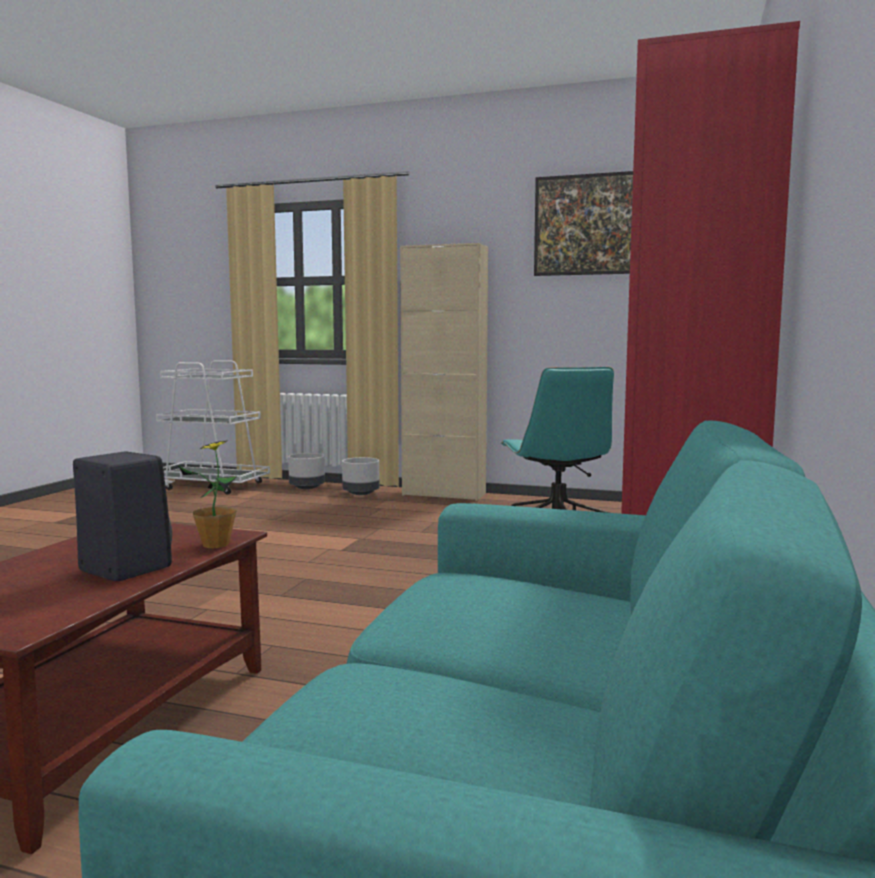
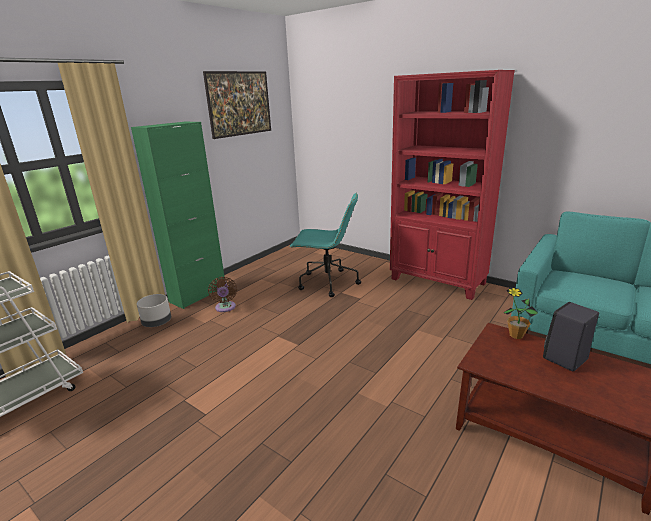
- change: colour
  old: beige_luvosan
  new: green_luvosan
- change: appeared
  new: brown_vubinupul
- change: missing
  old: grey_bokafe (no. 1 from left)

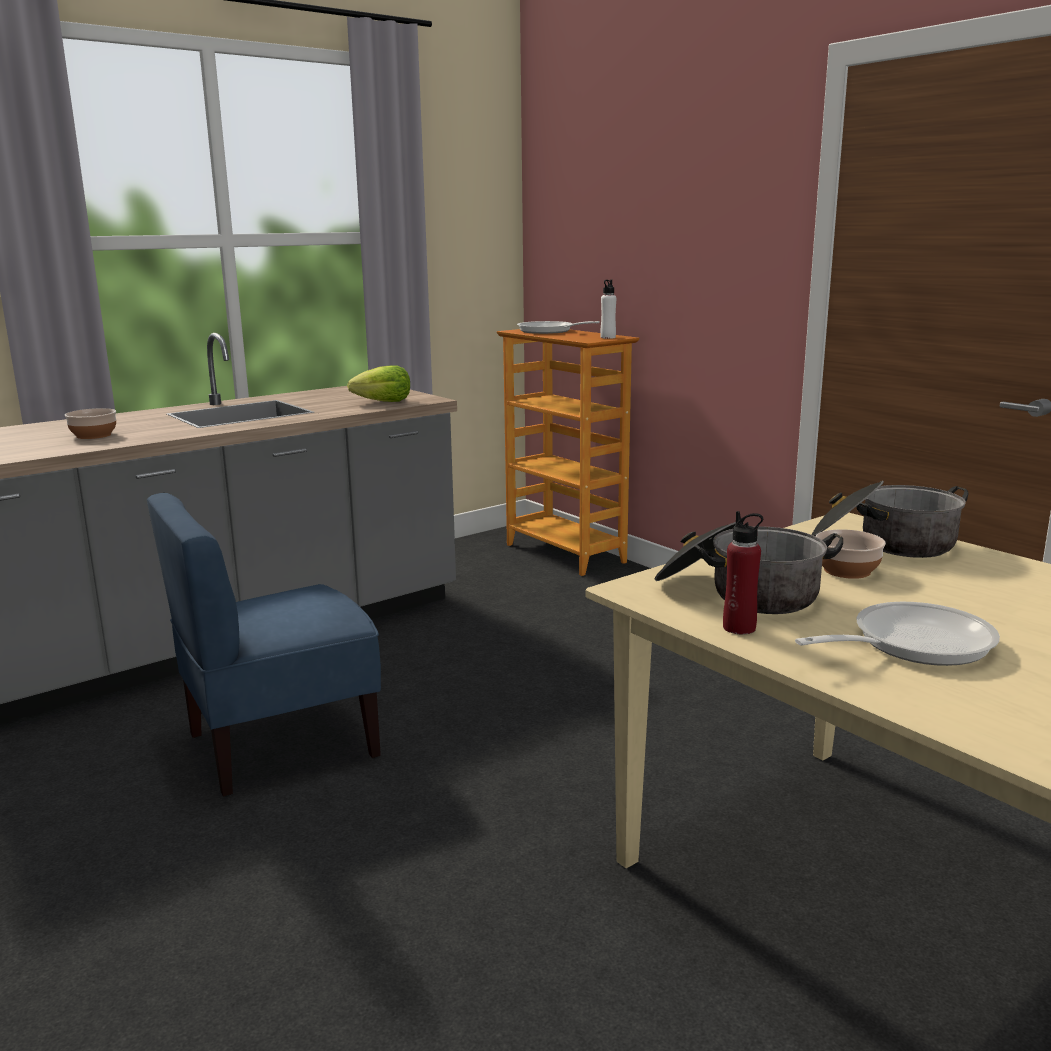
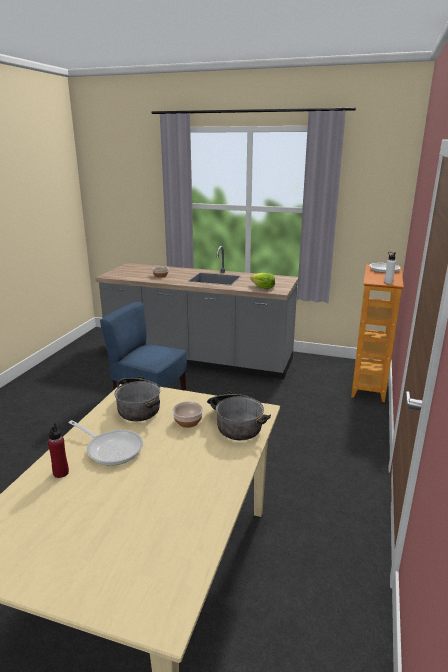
- change: relocated
  old: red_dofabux

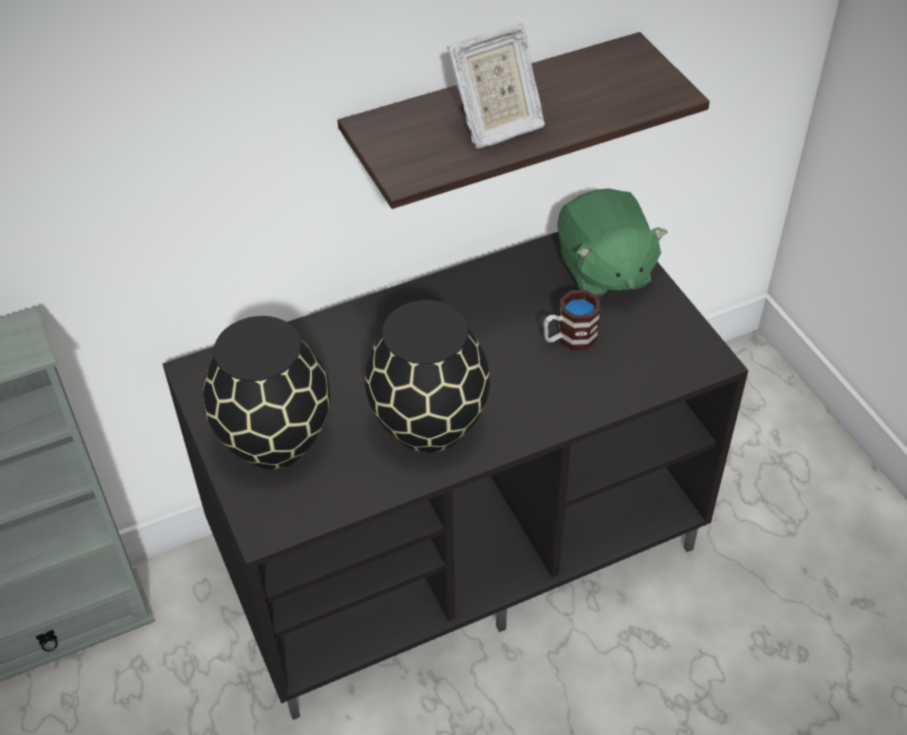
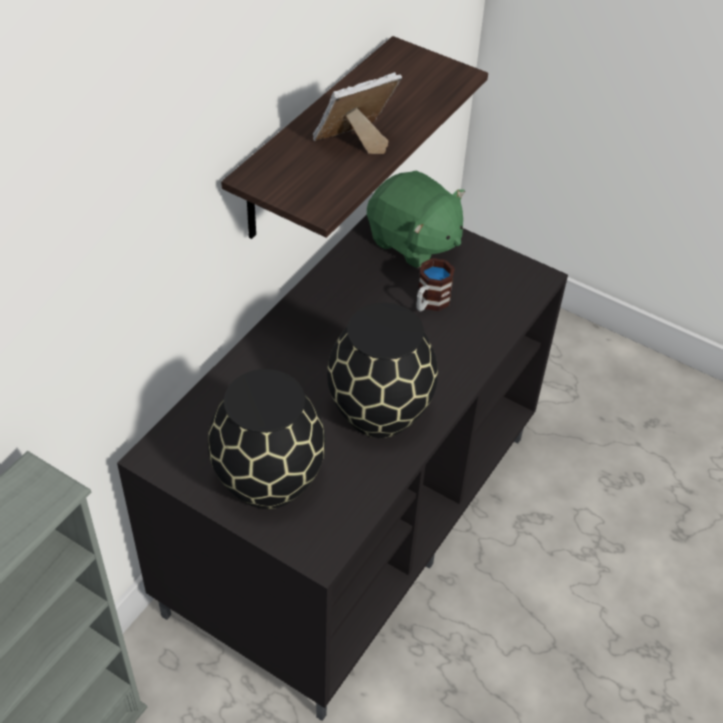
- change: spun
  old: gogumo
  degrees: -150

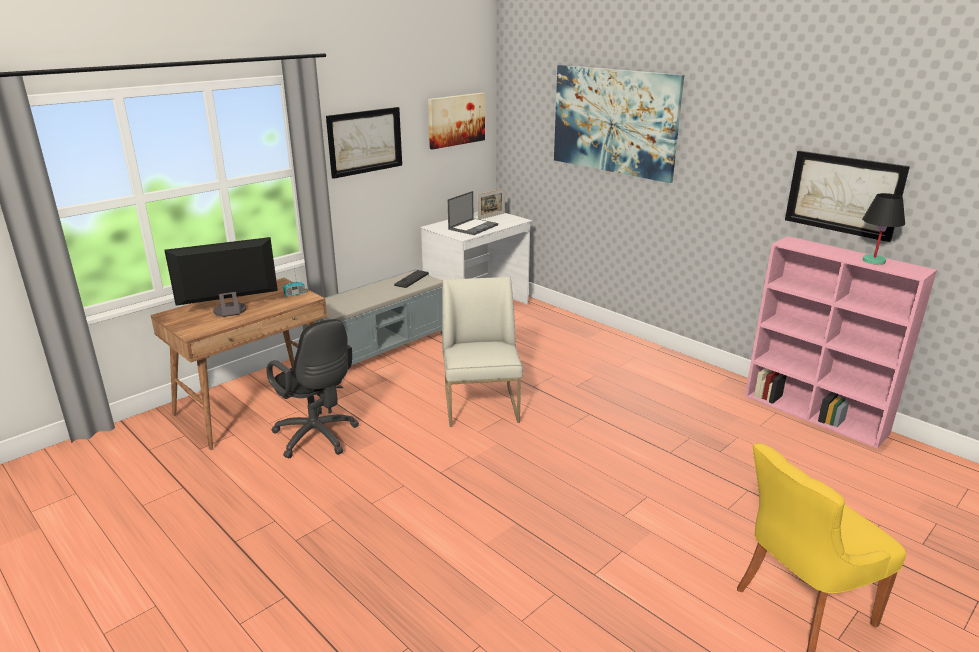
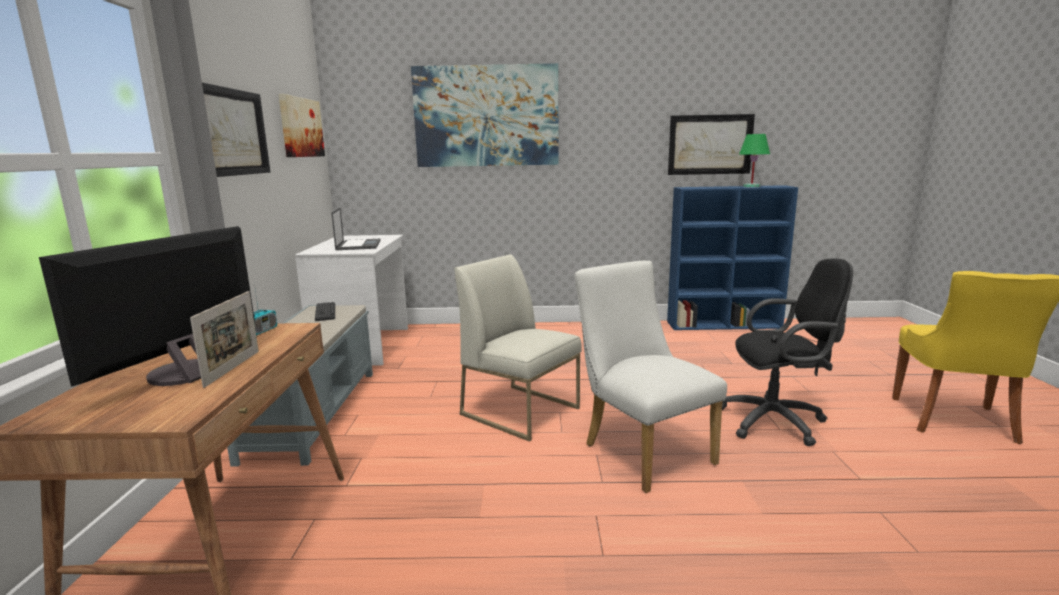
- change: relocated
  old: gogumo
- change: appeared
  new: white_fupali (no. 2 from left)
- change: colour
  old: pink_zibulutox
  new: blue_zibulutox
- change: relocated
  old: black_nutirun
- change: colour
  old: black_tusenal
  new: green_tusenal

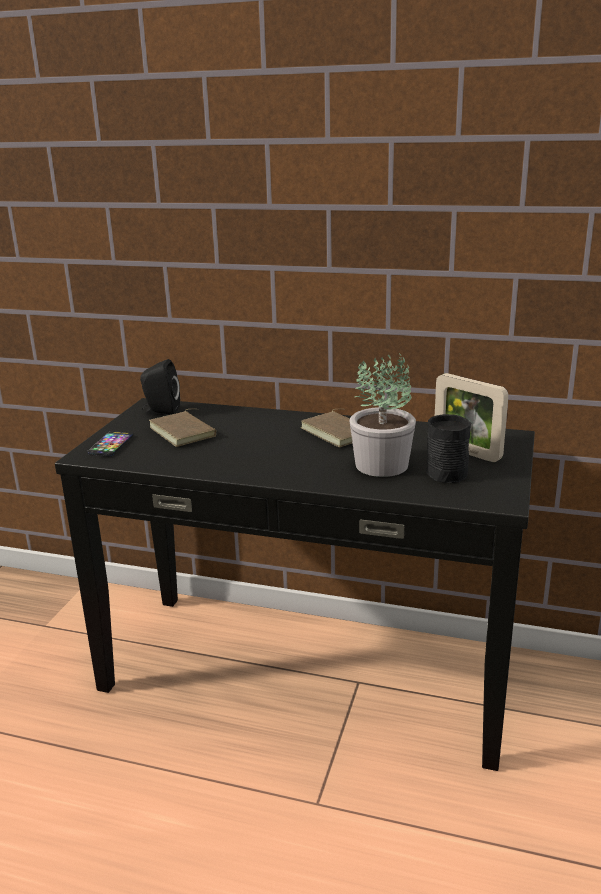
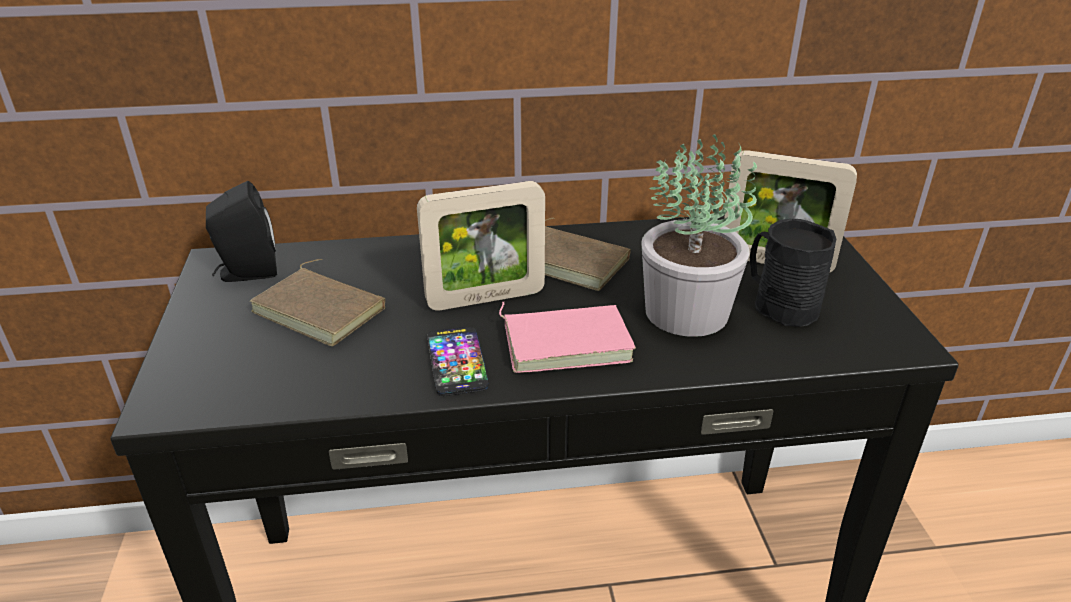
- change: appeared
  new: gogumo (no. 1 from left)
- change: relocated
  old: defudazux
- change: appeared
  new: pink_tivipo

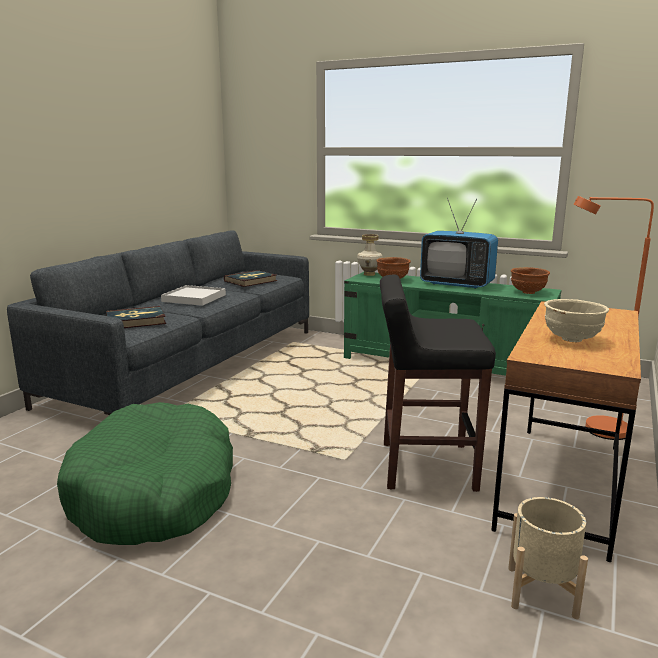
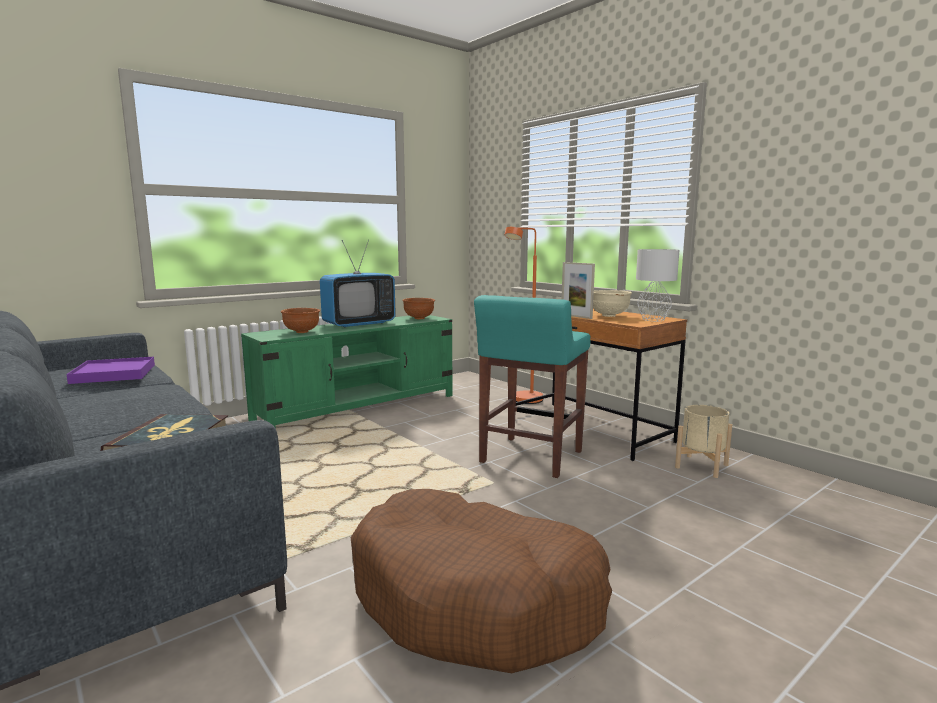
- change: exchanged
  old: tivipo (no. 2 from left)
  new: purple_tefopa
- change: colour
  old: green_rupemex
  new: brown_rupemex
- change: colour
  old: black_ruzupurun
  new: turquoise_ruzupurun
- change: appeared
  new: gogumo
- change: appeared
  new: grey_tusenal
- change: missing
  old: white_tefopa
- change: missing
  old: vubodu

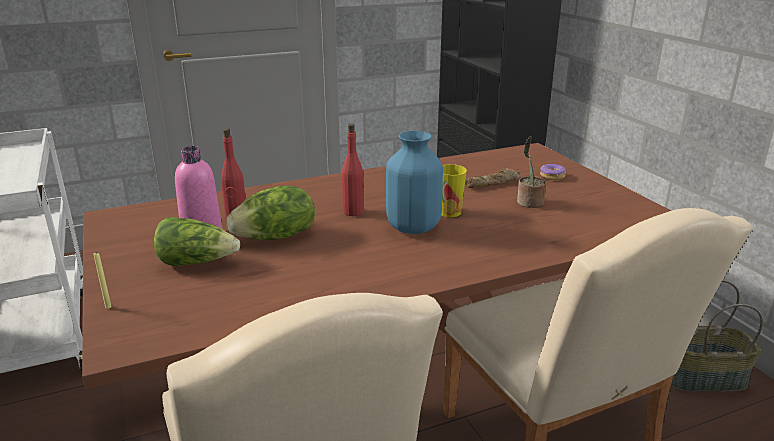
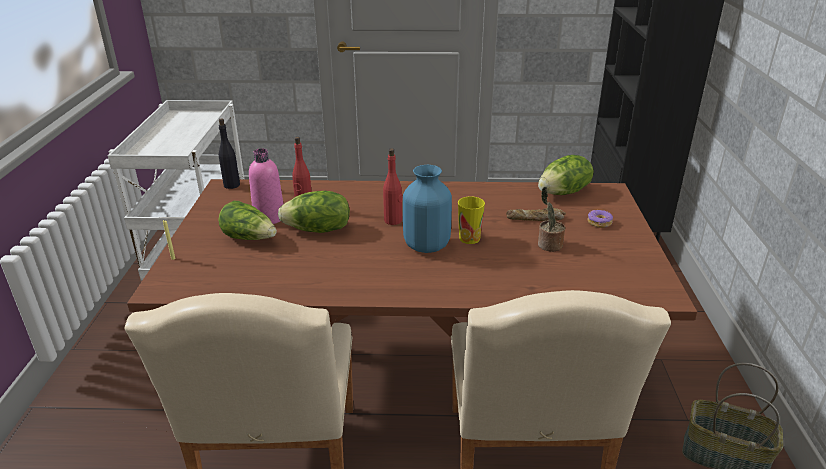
- change: appeared
  new: black_dofabux
- change: appeared
  new: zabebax (no. 3 from left)

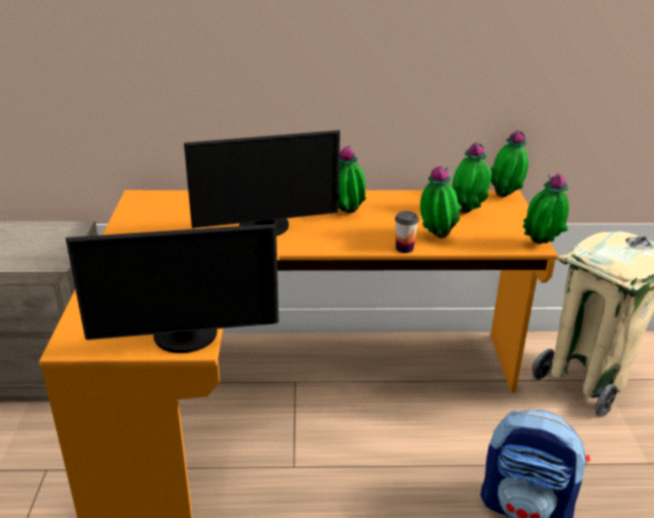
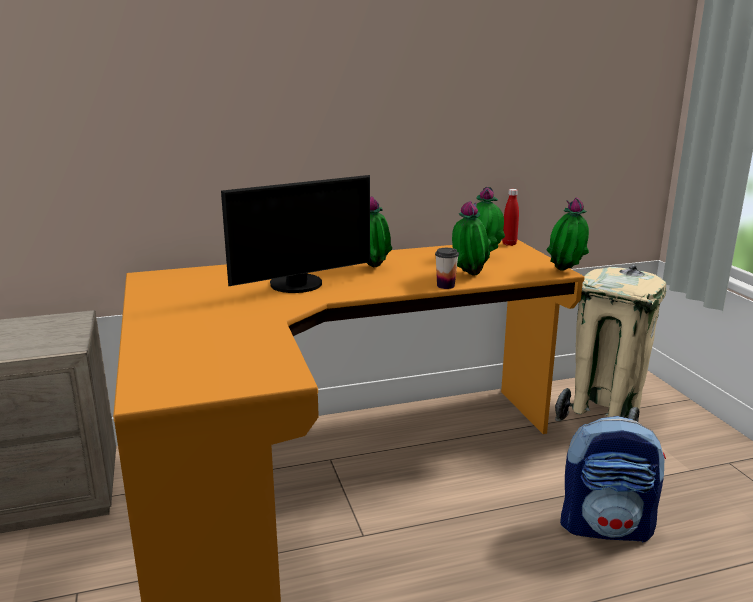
- change: exchanged
  old: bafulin (no. 4 from left)
  new: red_dofabux
- change: missing
  old: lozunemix (no. 1 from left)

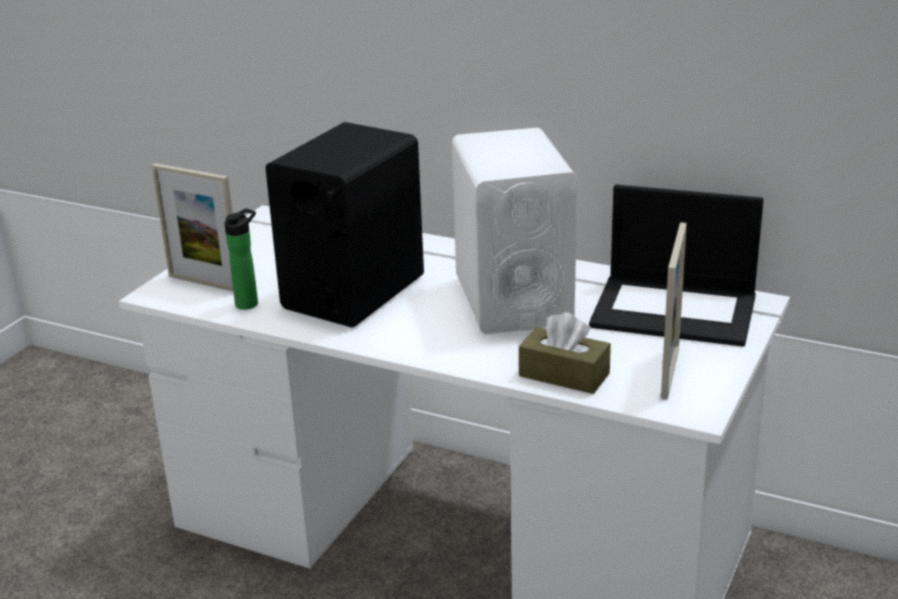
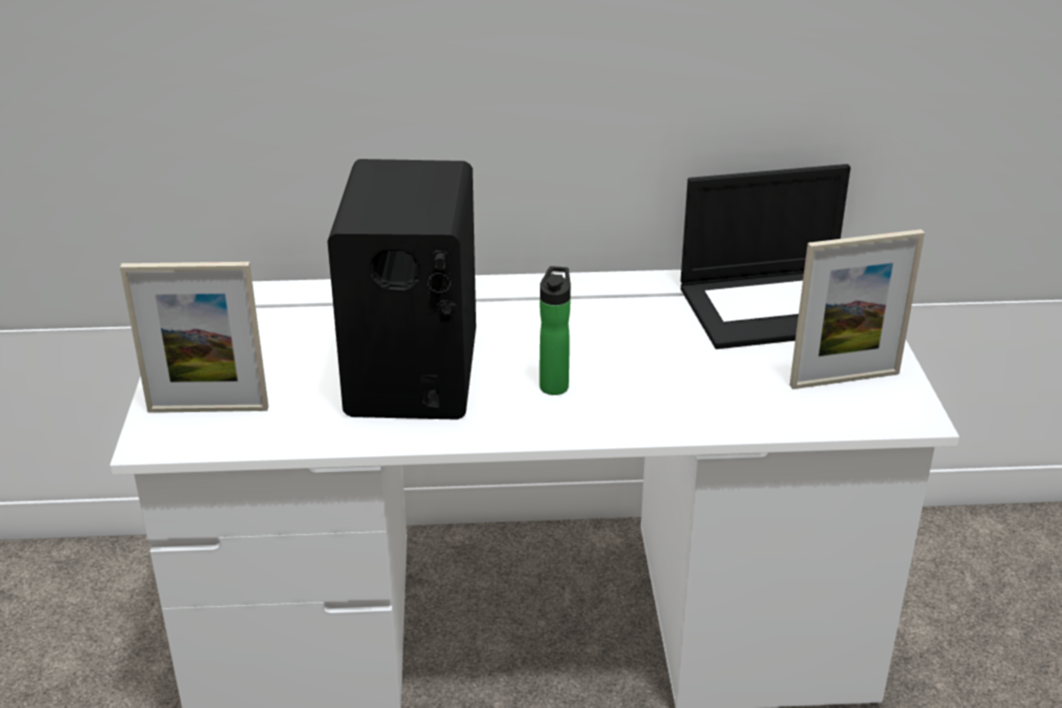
- change: relocated
  old: dofabux
- change: spun
  old: gogumo (no. 2 from left)
  degrees: 90
- change: missing
  old: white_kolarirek
- change: missing
  old: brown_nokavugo

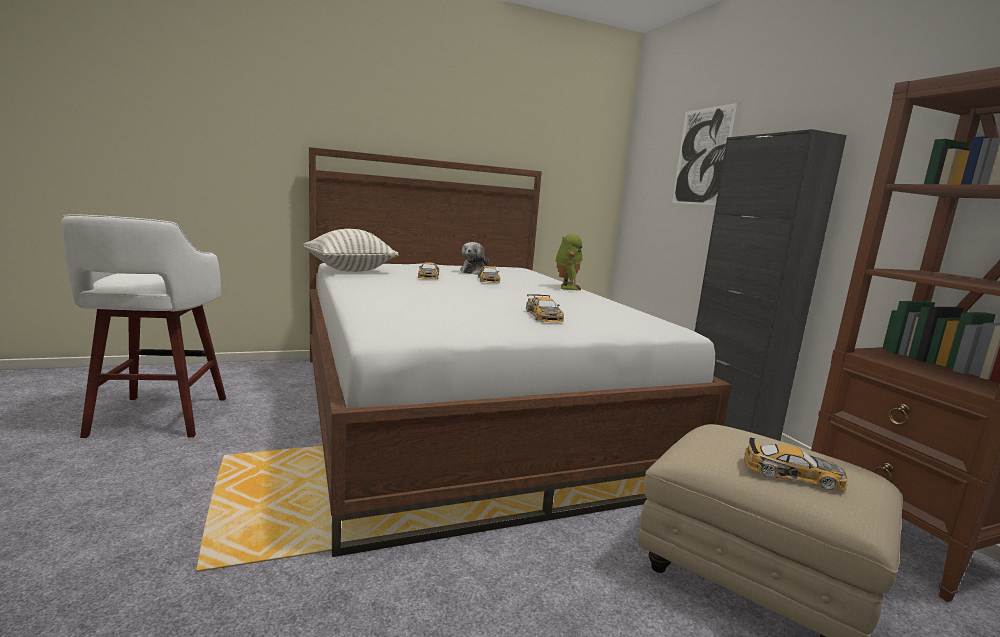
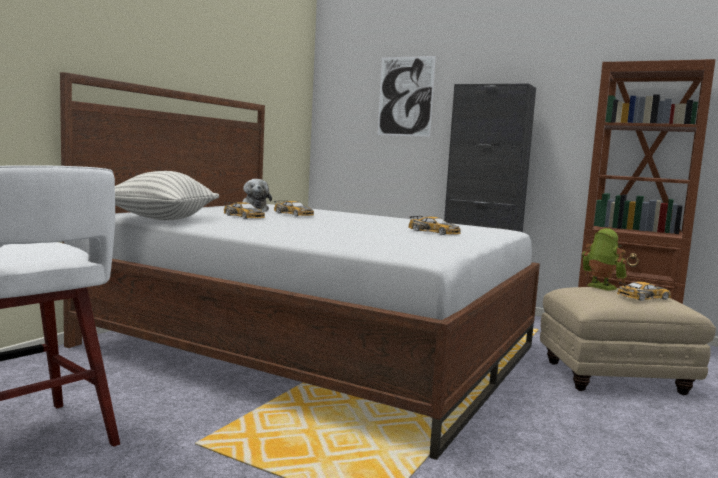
- change: relocated
  old: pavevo

